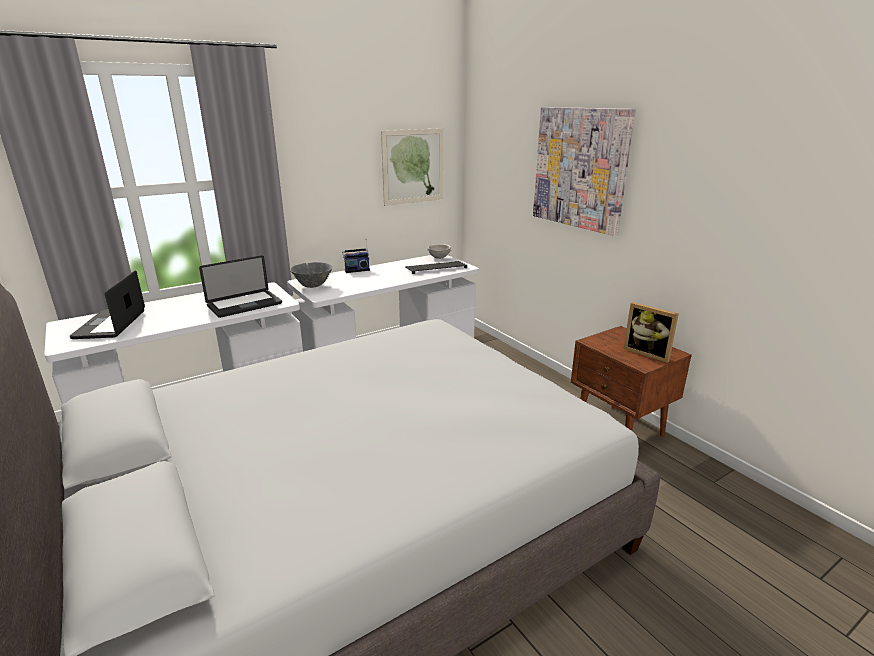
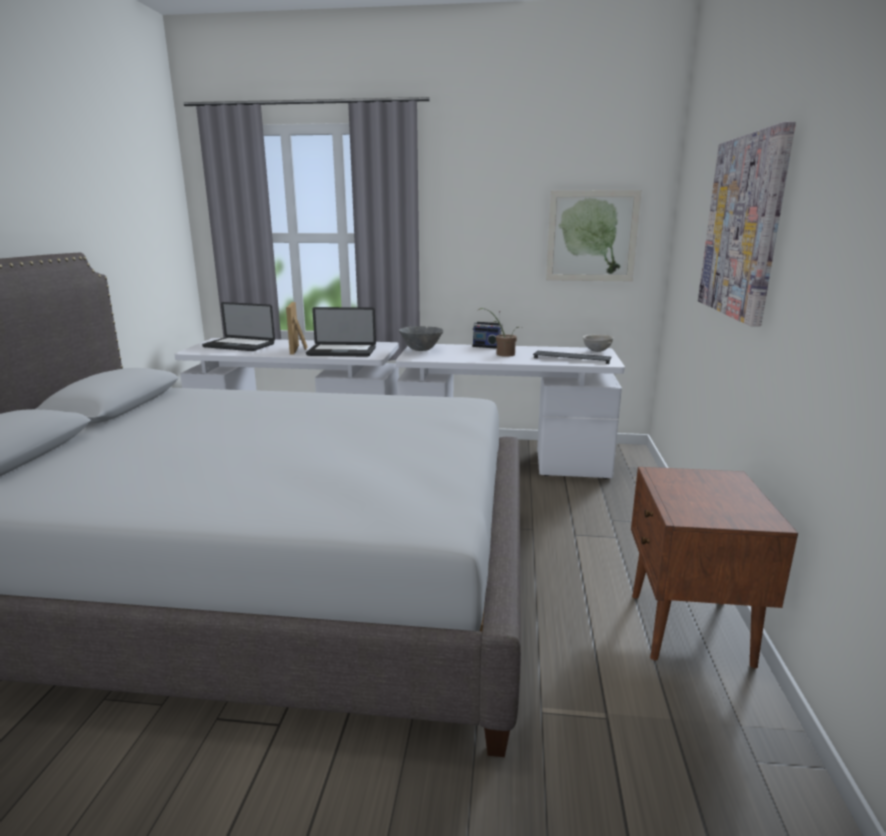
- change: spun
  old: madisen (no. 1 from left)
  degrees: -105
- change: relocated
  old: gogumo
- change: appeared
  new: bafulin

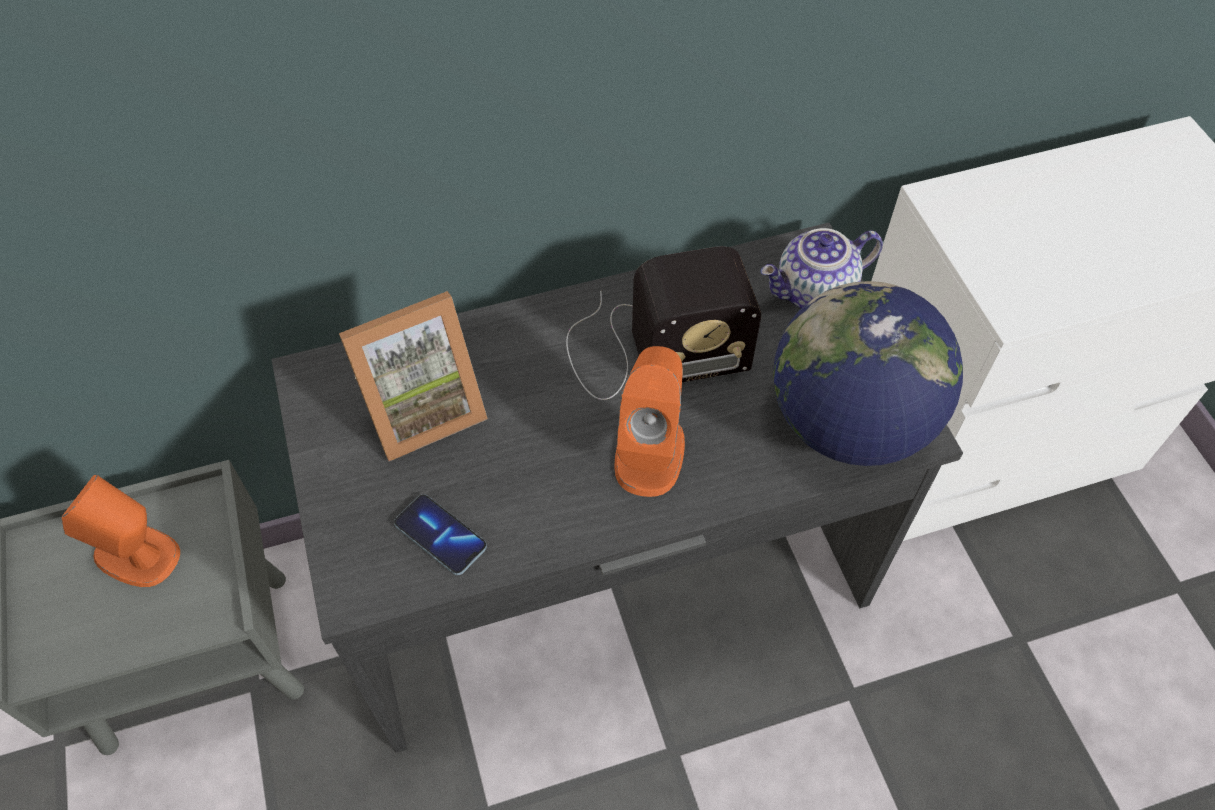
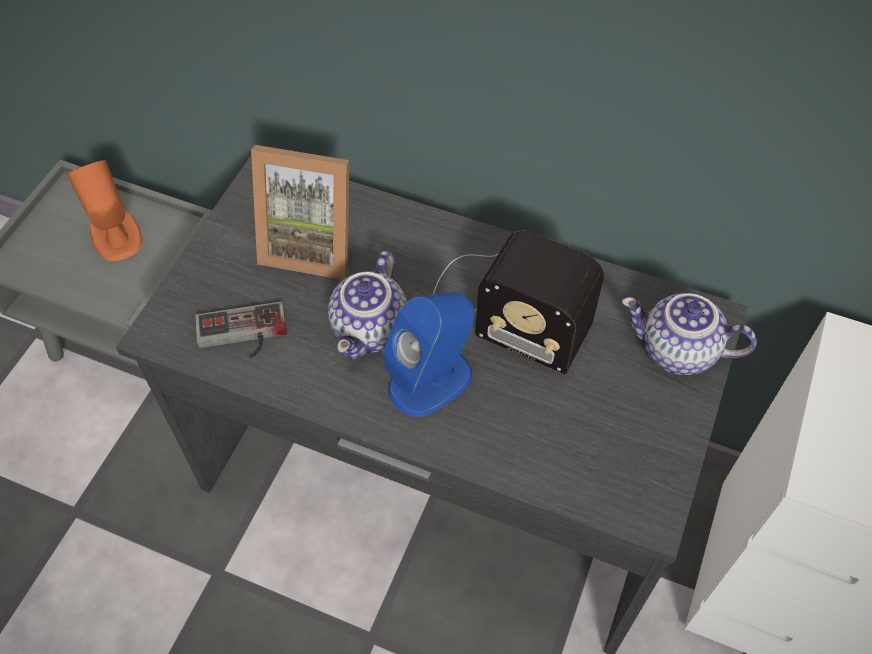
- change: exchanged
  old: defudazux
  new: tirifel
- change: appeared
  new: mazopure (no. 1 from left)
- change: colour
  old: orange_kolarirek (no. 2 from left)
  new: blue_kolarirek
- change: missing
  old: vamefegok

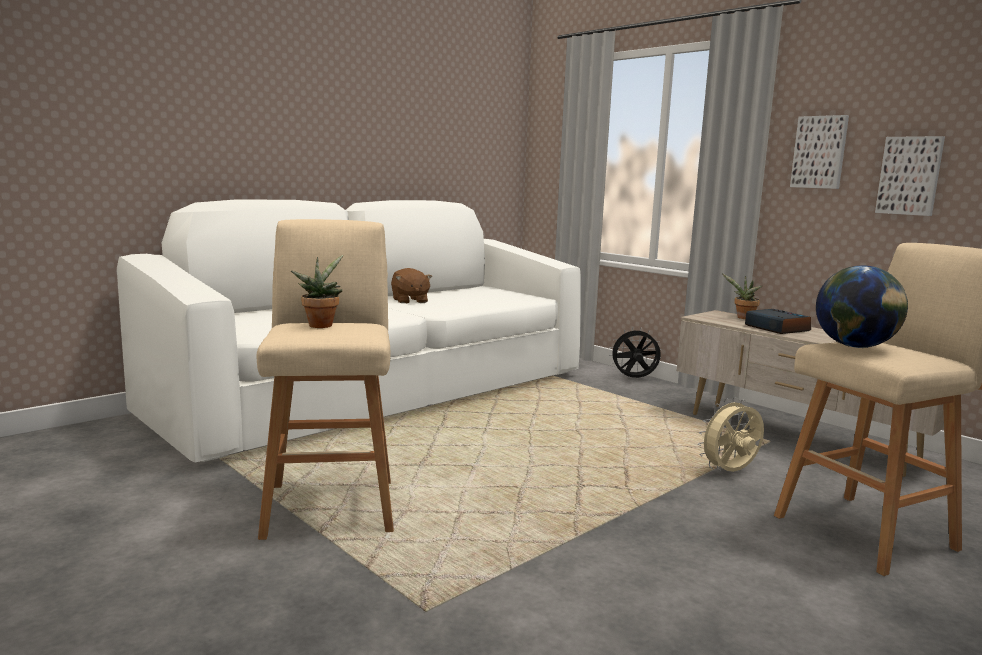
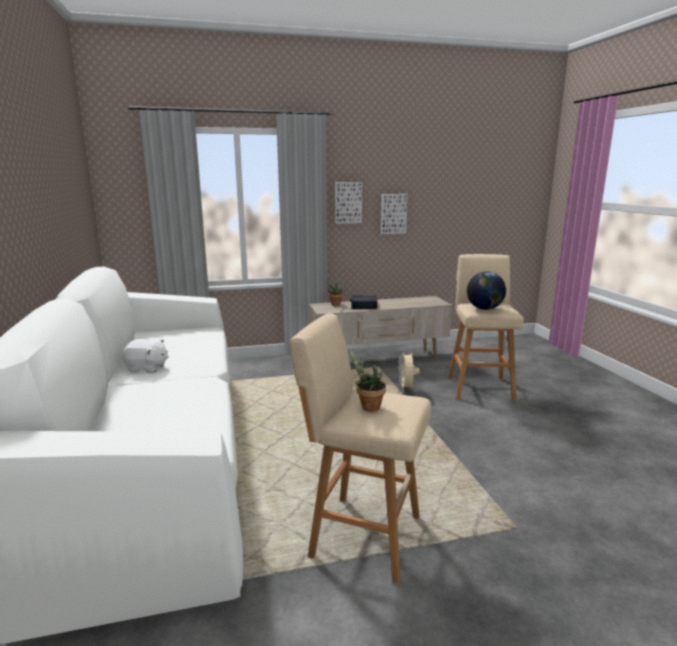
- change: colour
  old: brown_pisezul
  new: white_pisezul
- change: missing
  old: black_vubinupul

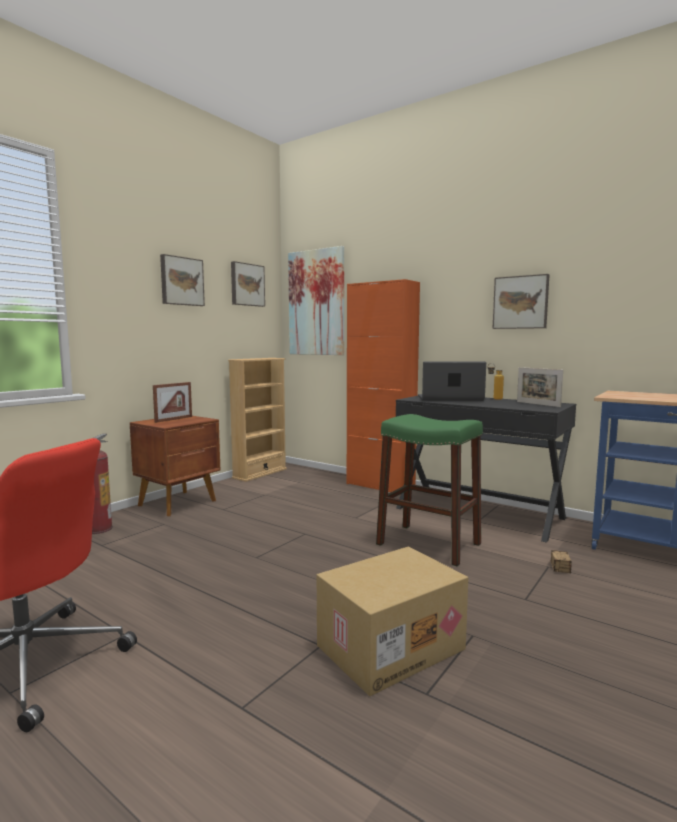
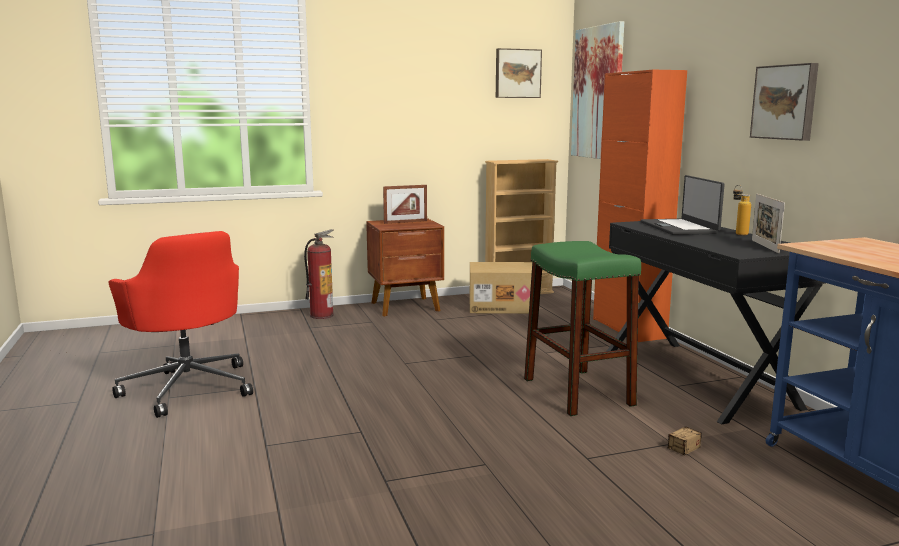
- change: relocated
  old: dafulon
- change: spun
  old: madisen
  degrees: -135
- change: missing
  old: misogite (no. 1 from left)

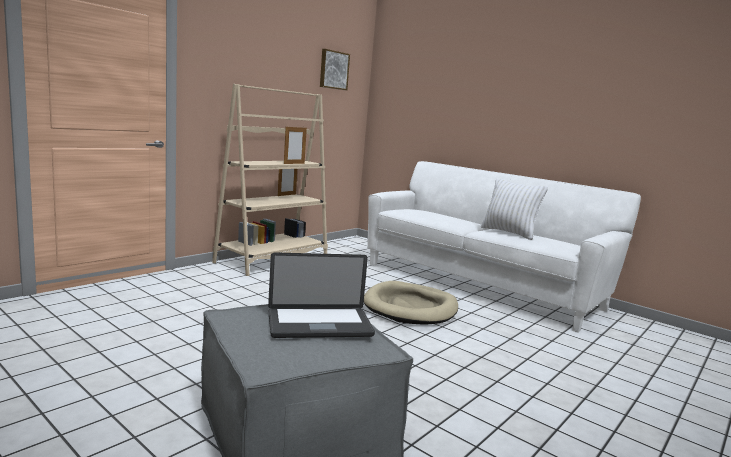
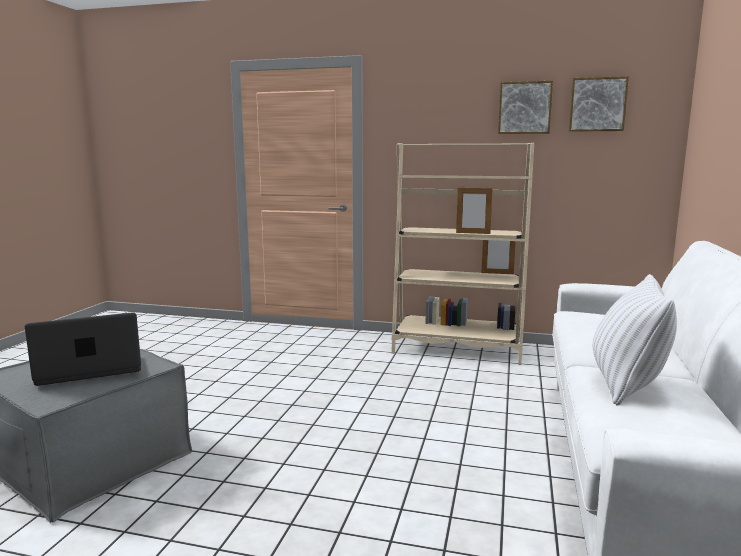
- change: spun
  old: madisen
  degrees: 105
- change: appeared
  new: misogite (no. 1 from left)
- change: missing
  old: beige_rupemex

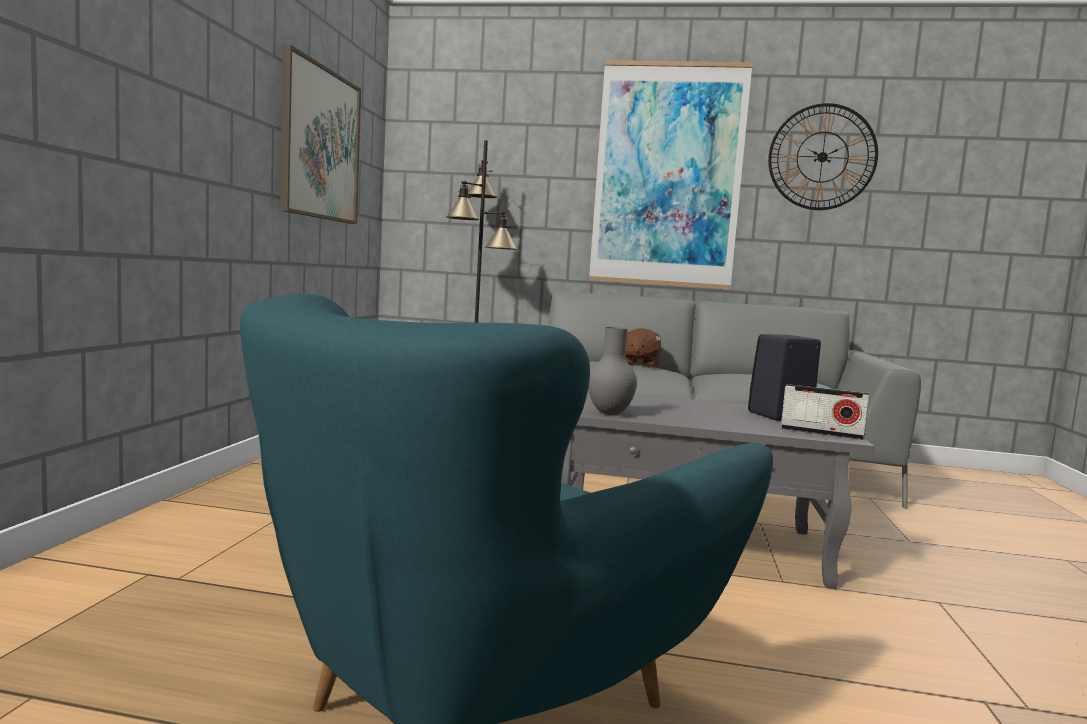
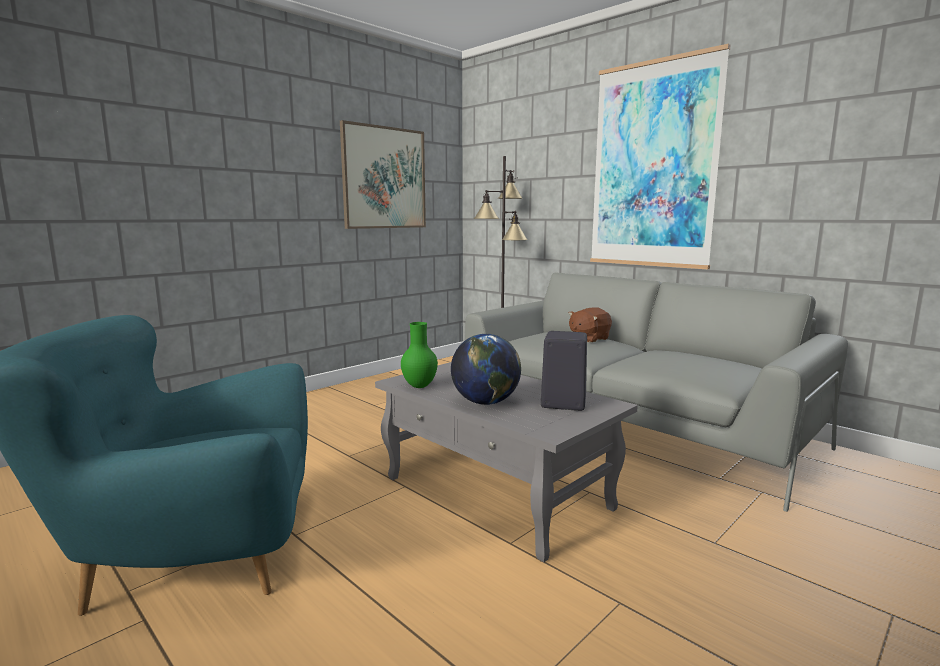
- change: colour
  old: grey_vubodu
  new: green_vubodu
- change: appeared
  new: vamefegok
- change: missing
  old: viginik
- change: missing
  old: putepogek

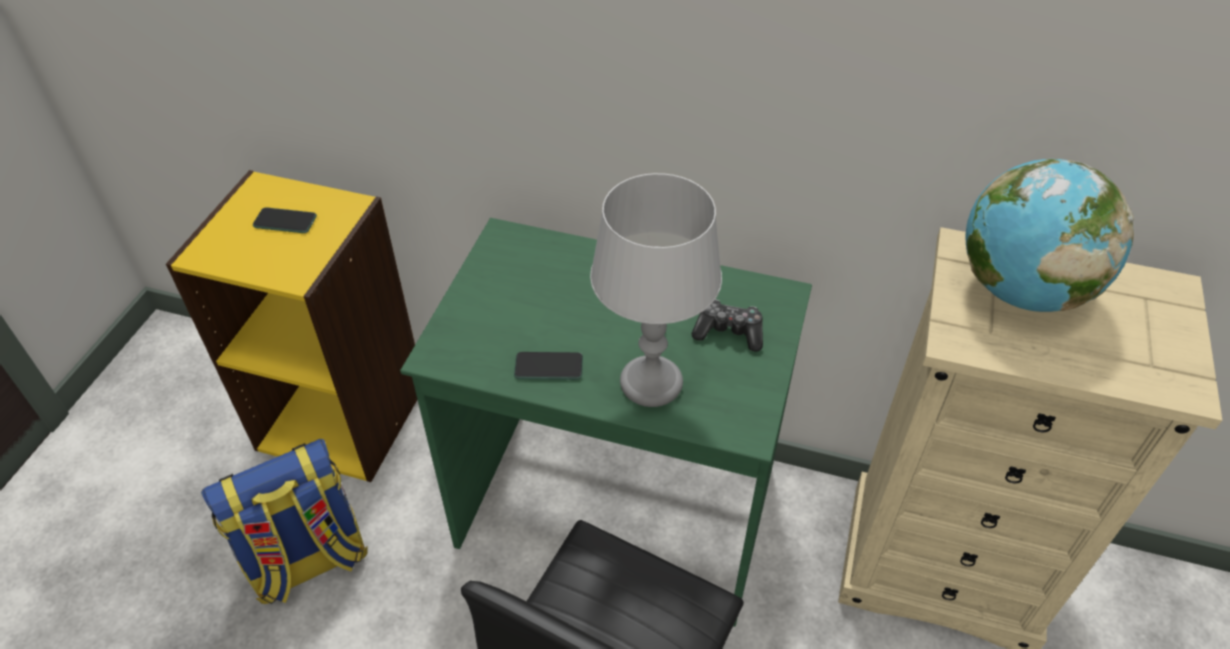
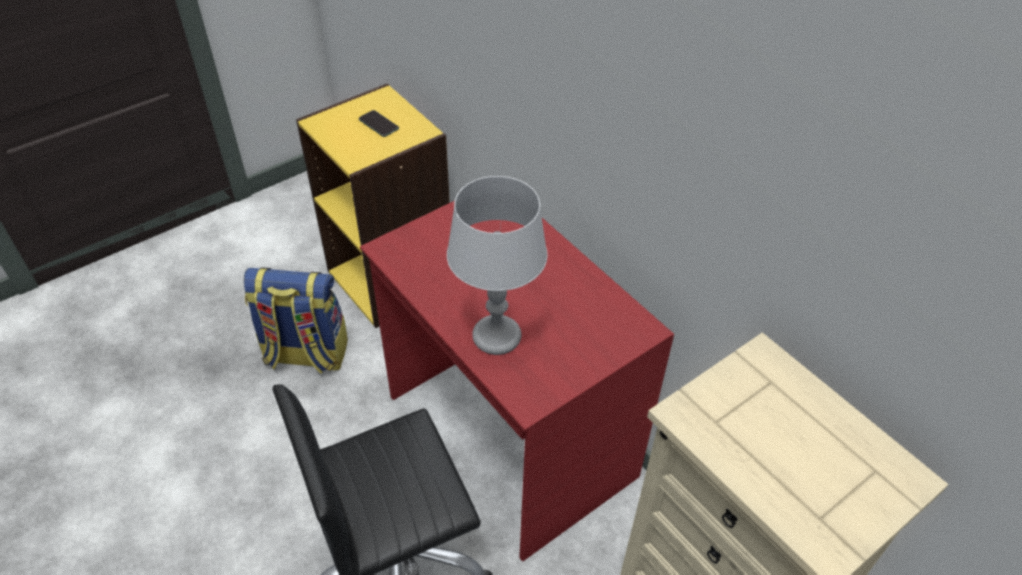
- change: colour
  old: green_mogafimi
  new: red_mogafimi
- change: missing
  old: defudazux (no. 2 from left)
- change: missing
  old: tirifel
- change: missing
  old: vamefegok

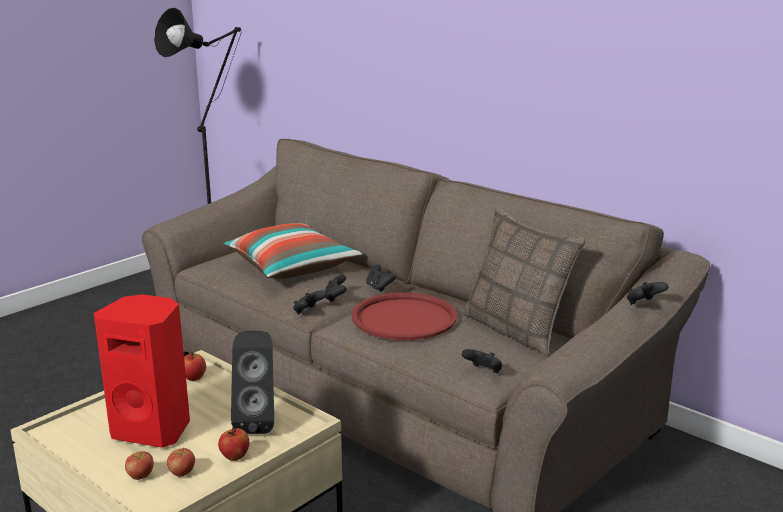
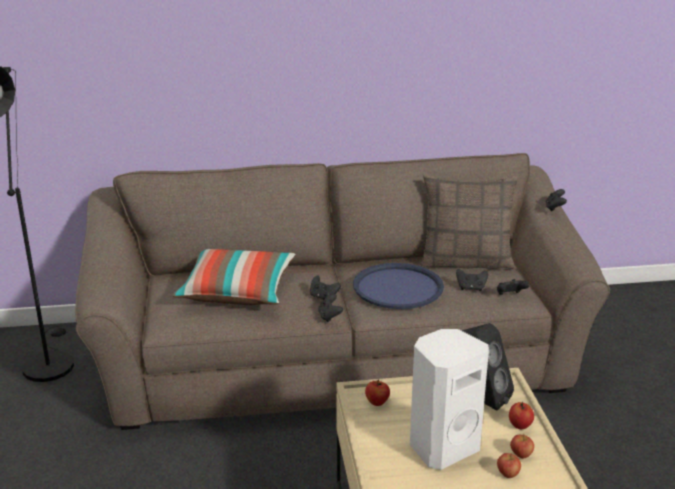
- change: colour
  old: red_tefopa
  new: blue_tefopa
- change: colour
  old: red_kolarirek
  new: white_kolarirek
- change: relocated
  old: black_tirifel (no. 3 from left)

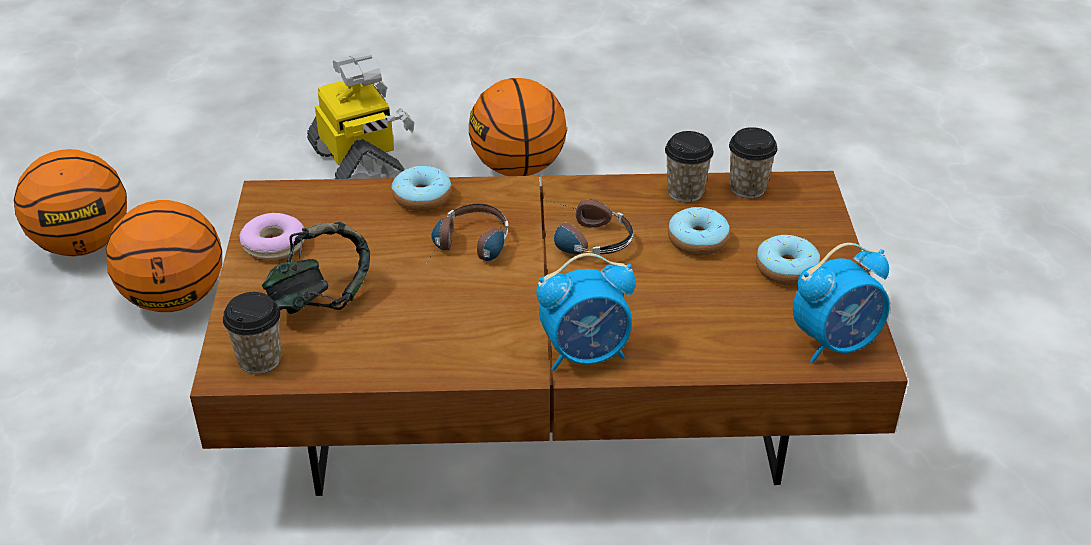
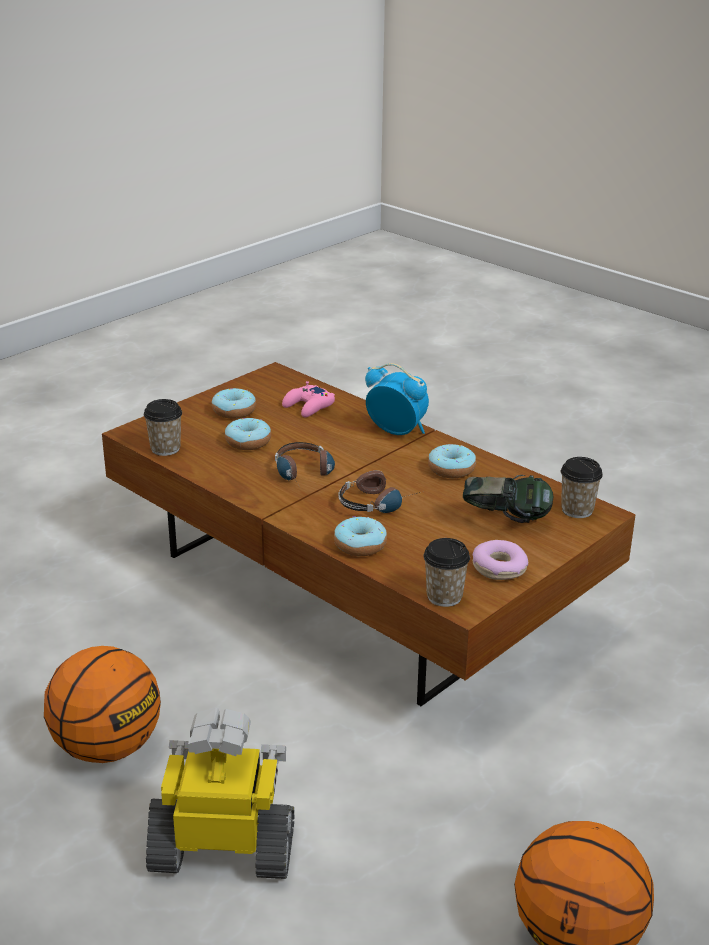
- change: spun
  old: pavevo
  degrees: 75
- change: appeared
  new: pink_tirifel
- change: relocated
  old: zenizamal (no. 2 from left)
- change: appeared
  new: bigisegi (no. 4 from left)
- change: missing
  old: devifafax (no. 2 from left)
- change: missing
  old: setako (no. 2 from left)

